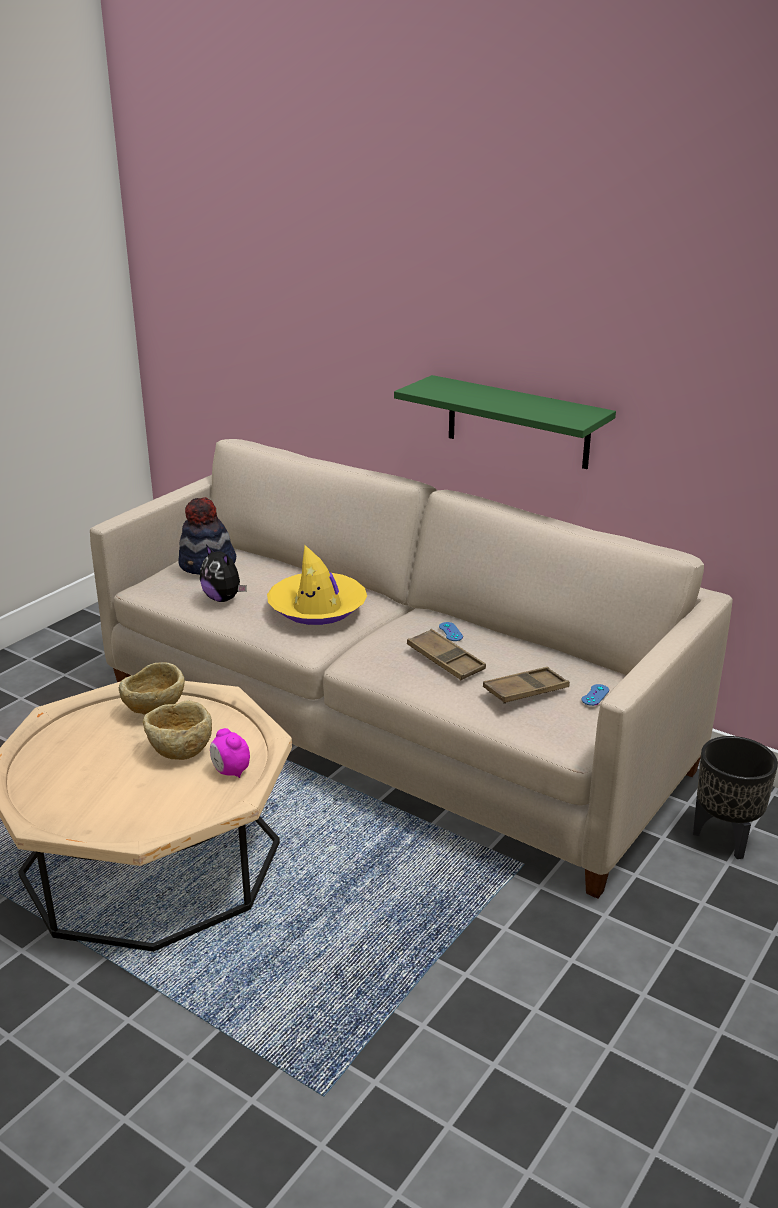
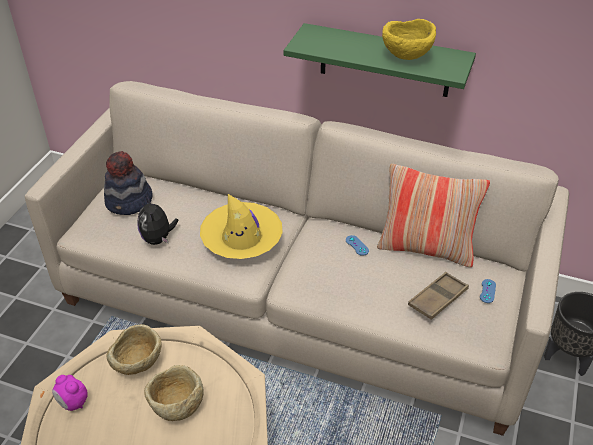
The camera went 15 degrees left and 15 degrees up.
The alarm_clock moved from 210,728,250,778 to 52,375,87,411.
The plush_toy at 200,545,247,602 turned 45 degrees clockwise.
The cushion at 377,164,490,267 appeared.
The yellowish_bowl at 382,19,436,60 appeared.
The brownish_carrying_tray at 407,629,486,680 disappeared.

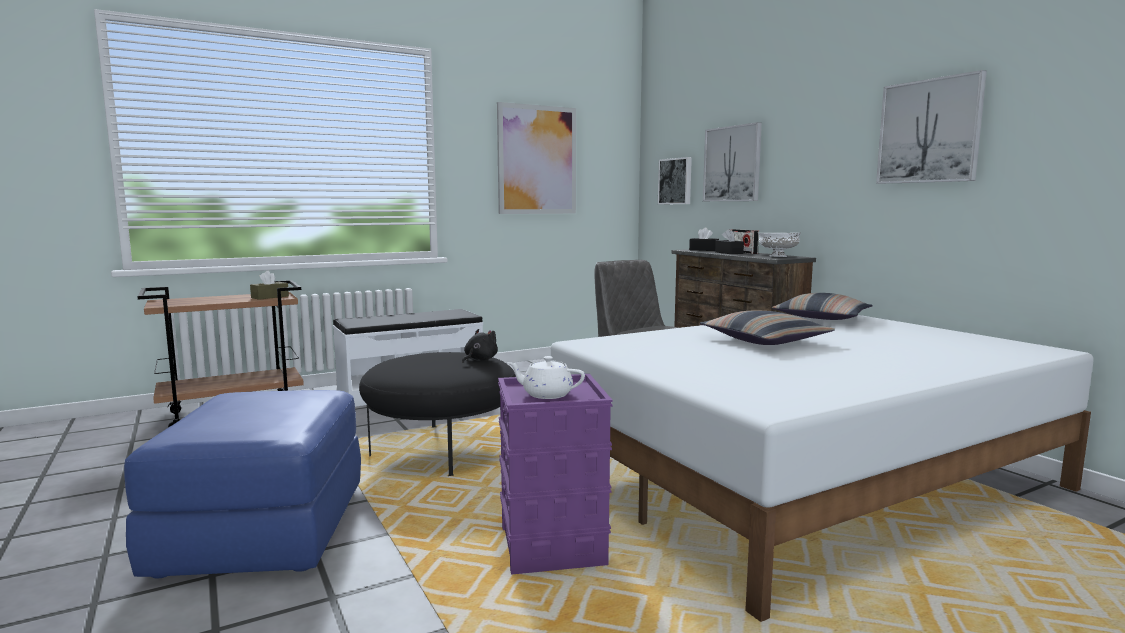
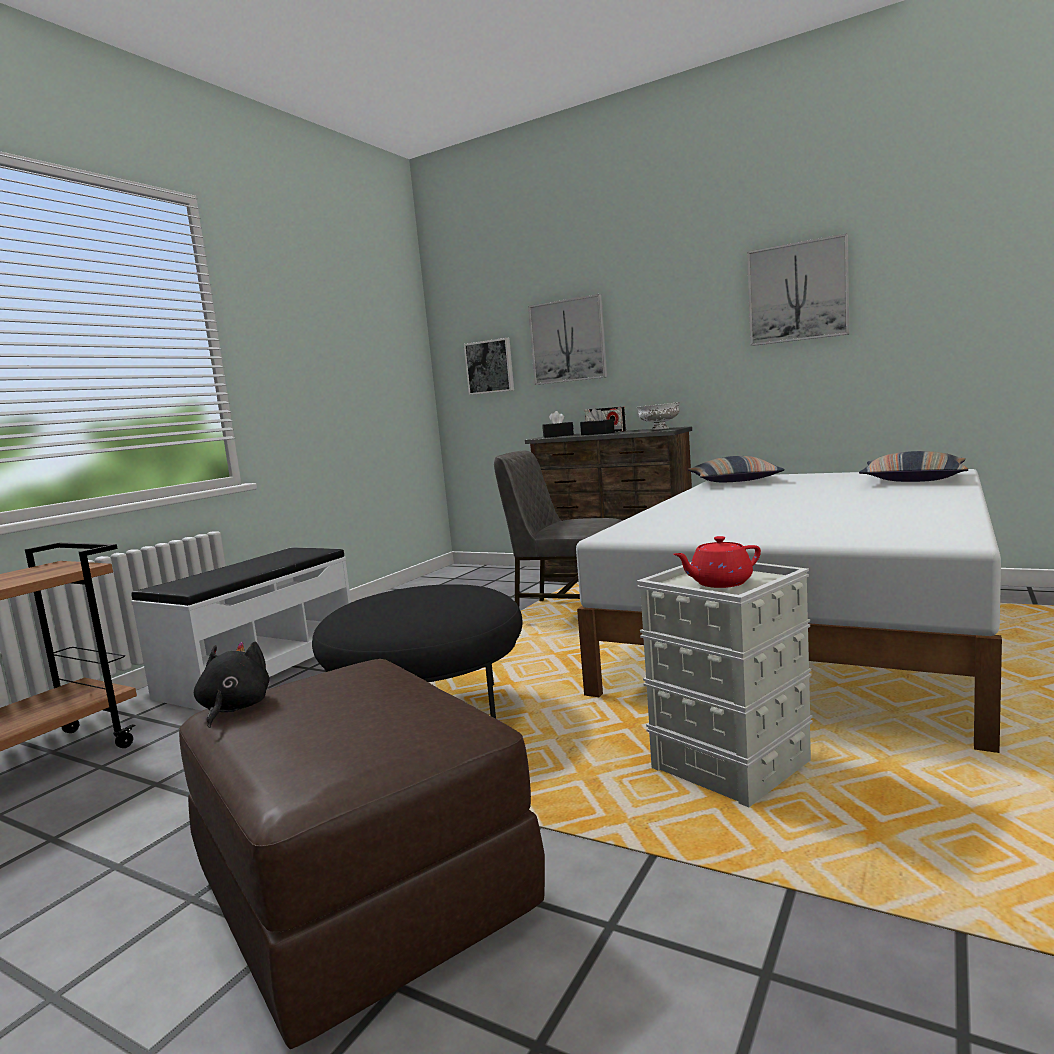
The camera went 30 degrees left and 0 degrees up.
The blue-coloured_pouffe at 124,390,361,578 became the brownish_pouffe at 179,659,545,1049.
The blackish_plush_toy moved from 462,329,498,363 to 194,641,270,728.
The purple-coloured_storage_box at 498,374,613,575 became the grey_storage_box at 637,562,813,807.
The white_teapot at 507,356,585,399 became the red-coloured_teapot at 673,536,761,588.
The cushion moved from 699,311,835,345 to 859,451,968,482.
The brownish_box_of_tissues at 250,271,289,300 disappeared.
The wall_art at 497,102,576,214 disappeared.

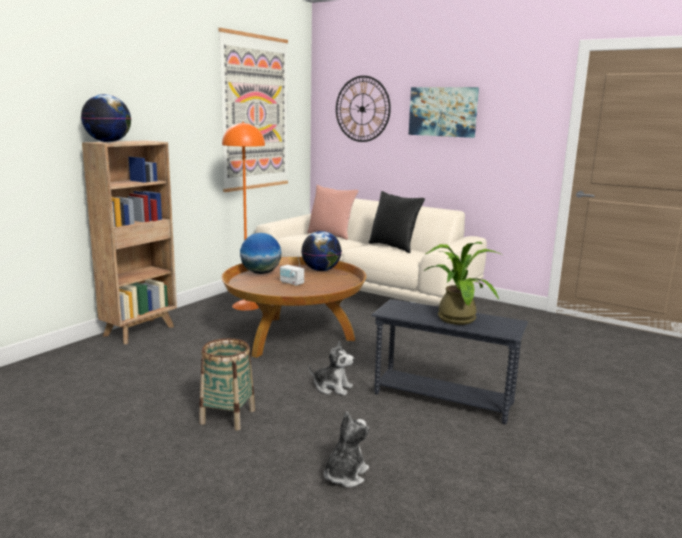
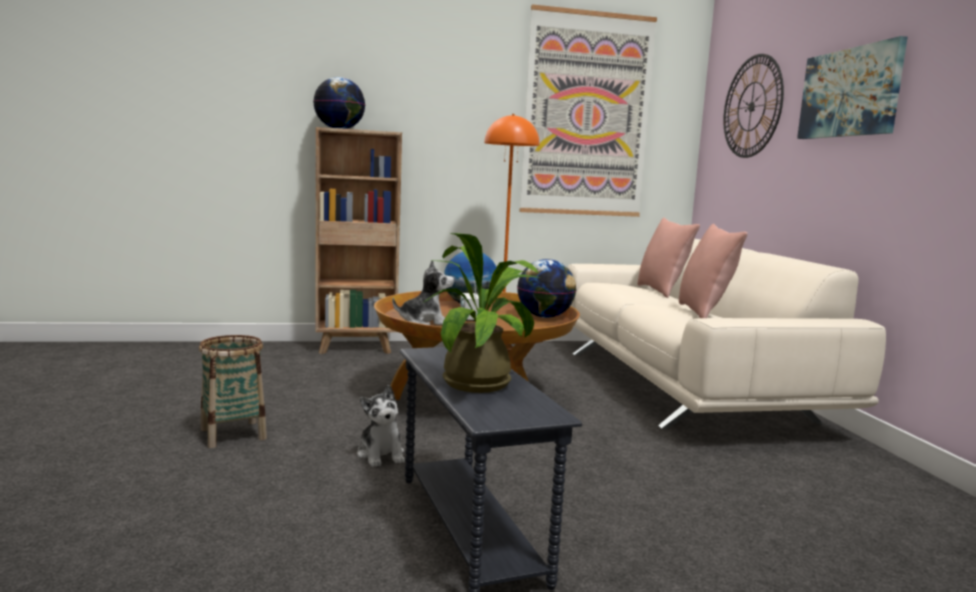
The camera went 45 degrees right and 5 degrees down.
The plush_toy moved from 324,412,370,487 to 392,261,454,325.
The blackish_cushion at 369,191,425,253 became the pink_cushion at 679,224,748,318.

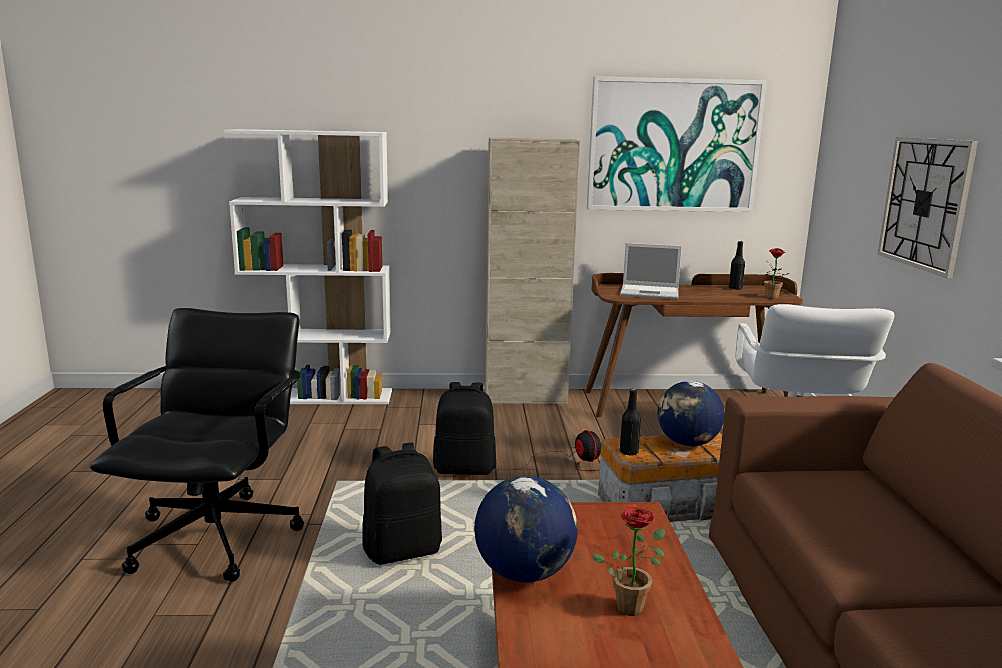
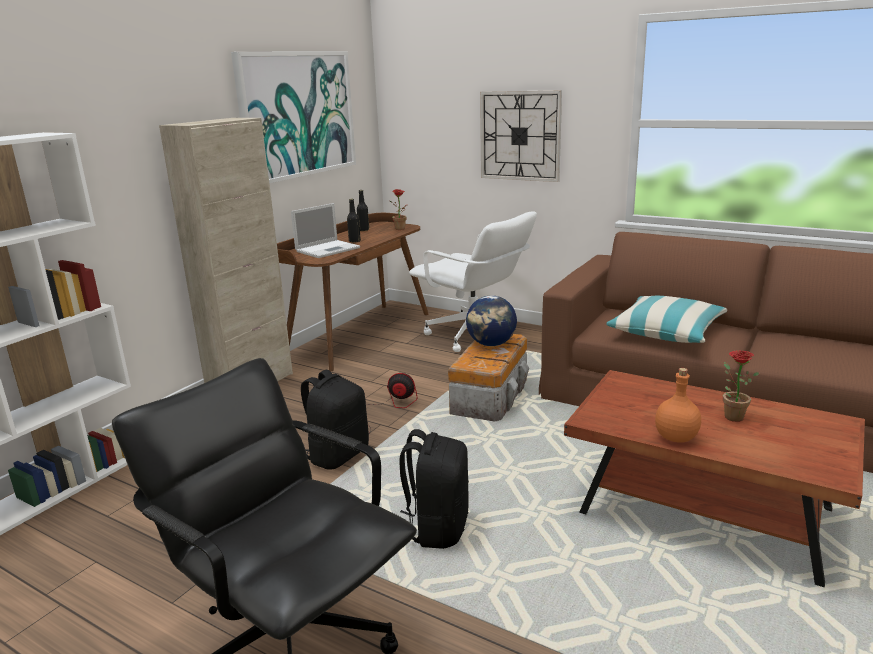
The camera went 55 degrees left and 5 degrees up.
The blackish_bottle moved from 620,388,641,456 to 347,199,361,242.
The cushion at 606,296,727,343 appeared.
The world_globe at 474,476,577,583 was replaced by the orange-coloured_bottle at 655,368,701,443.

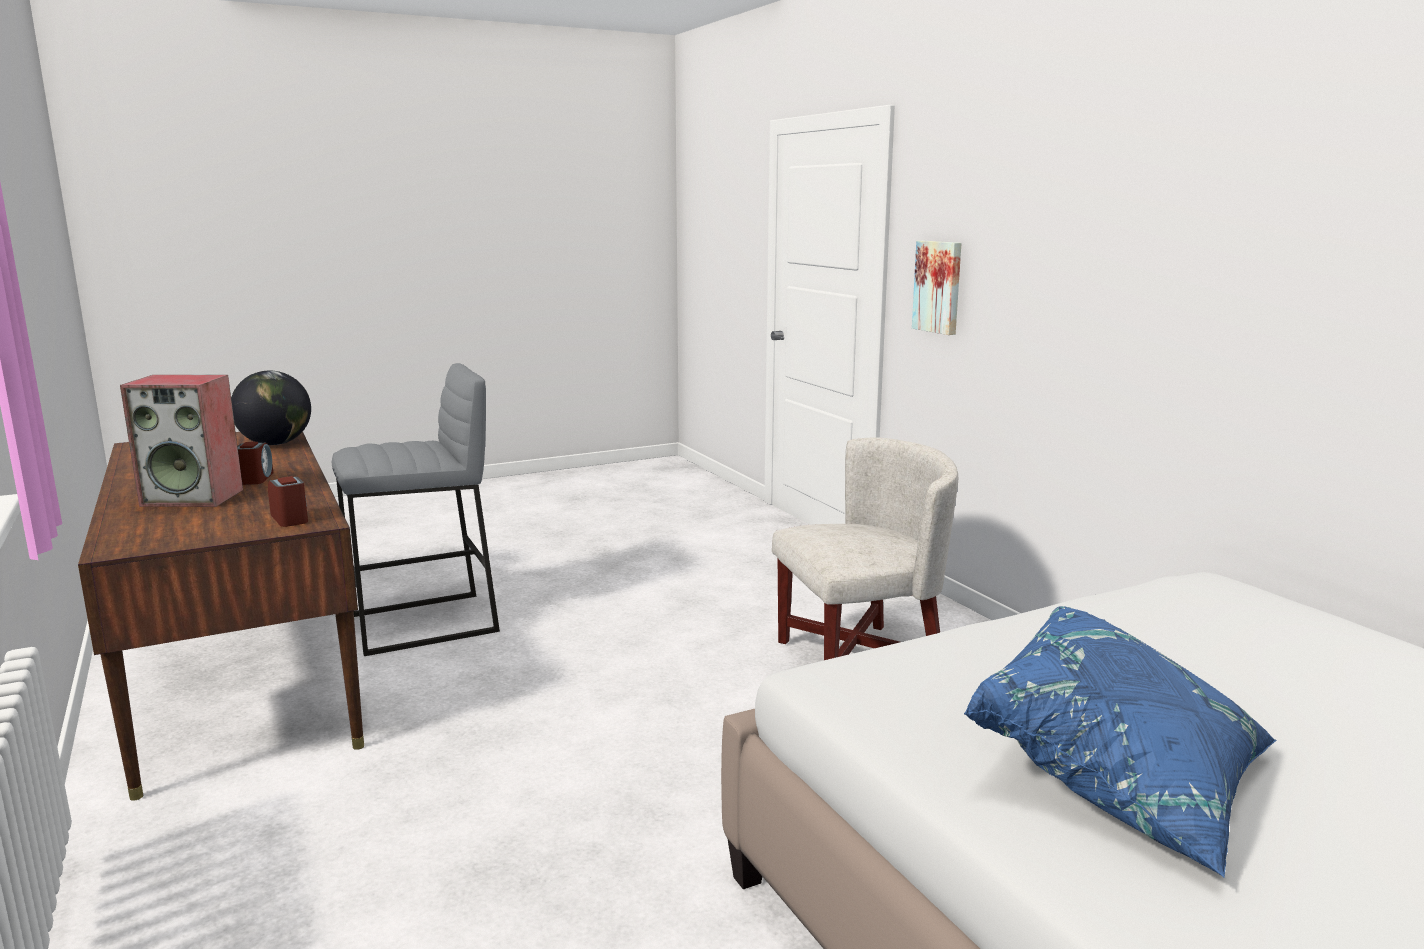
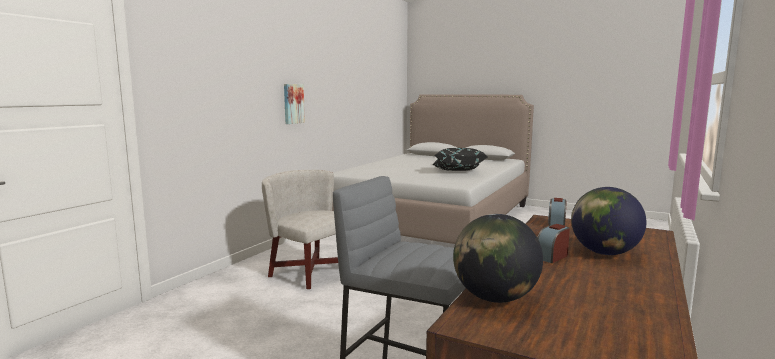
The camera went 125 degrees left and 5 degrees down.
The wall_art moved from 912,241,961,335 to 284,84,305,124.
The blue-coloured_cushion at 964,606,1276,878 became the blackish_cushion at 432,148,488,171.
The loudspeaker at 120,375,243,507 was replaced by the world_globe at 571,187,646,255.

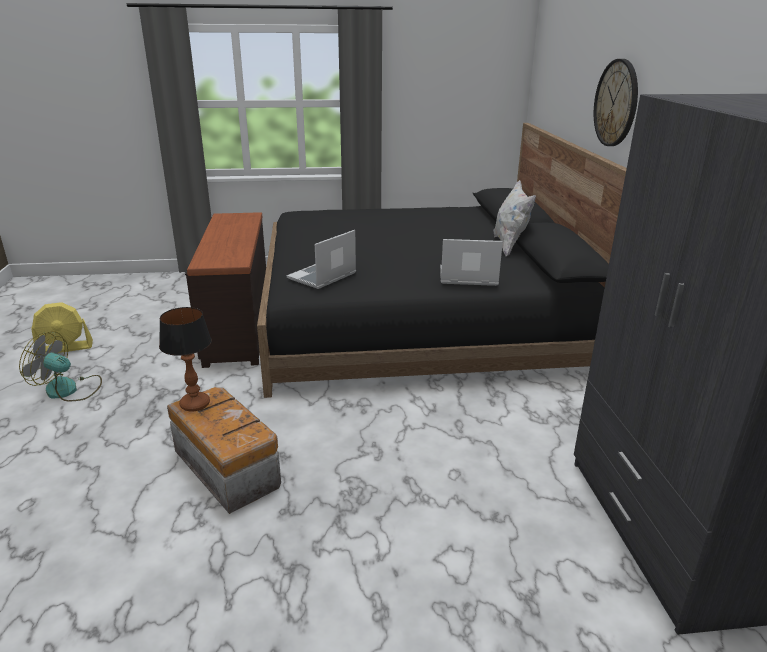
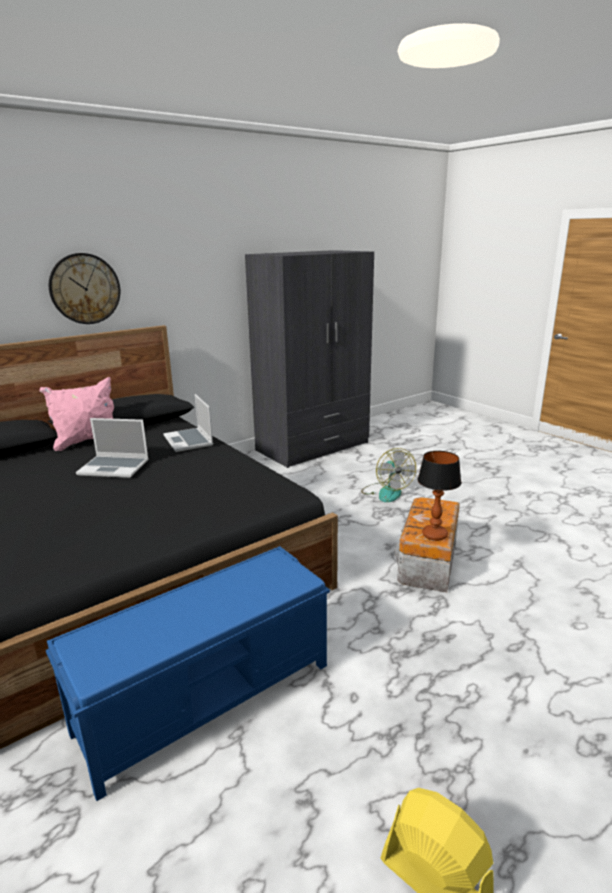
The camera went 120 degrees left and 5 degrees down.
The white_cushion at 493,180,536,256 became the pink_cushion at 40,377,114,451.
The brownish_dresser at 185,212,266,368 was replaced by the blue-coloured_bench at 46,546,330,801.
The notebook_computer moved from 287,230,356,289 to 76,418,149,478.
The fan moved from 19,331,102,402 to 361,448,416,502.

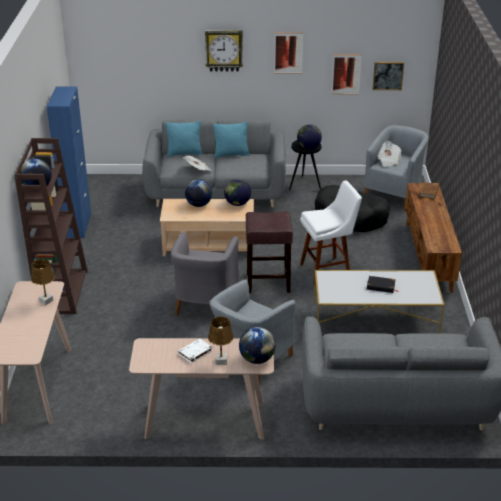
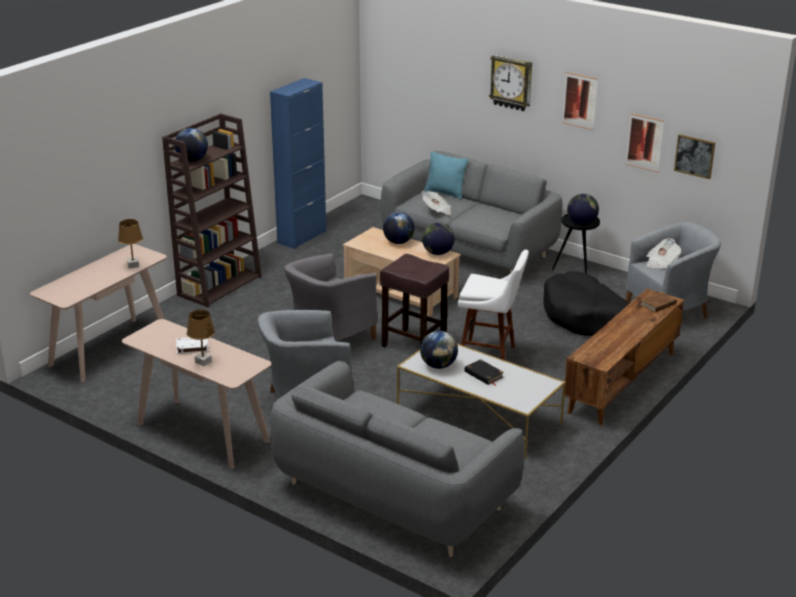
The camera went 35 degrees right and 5 degrees down.
The world_globe moved from 239,327,276,364 to 420,331,458,369.
The blue-green_cushion at 213,122,250,158 disappeared.

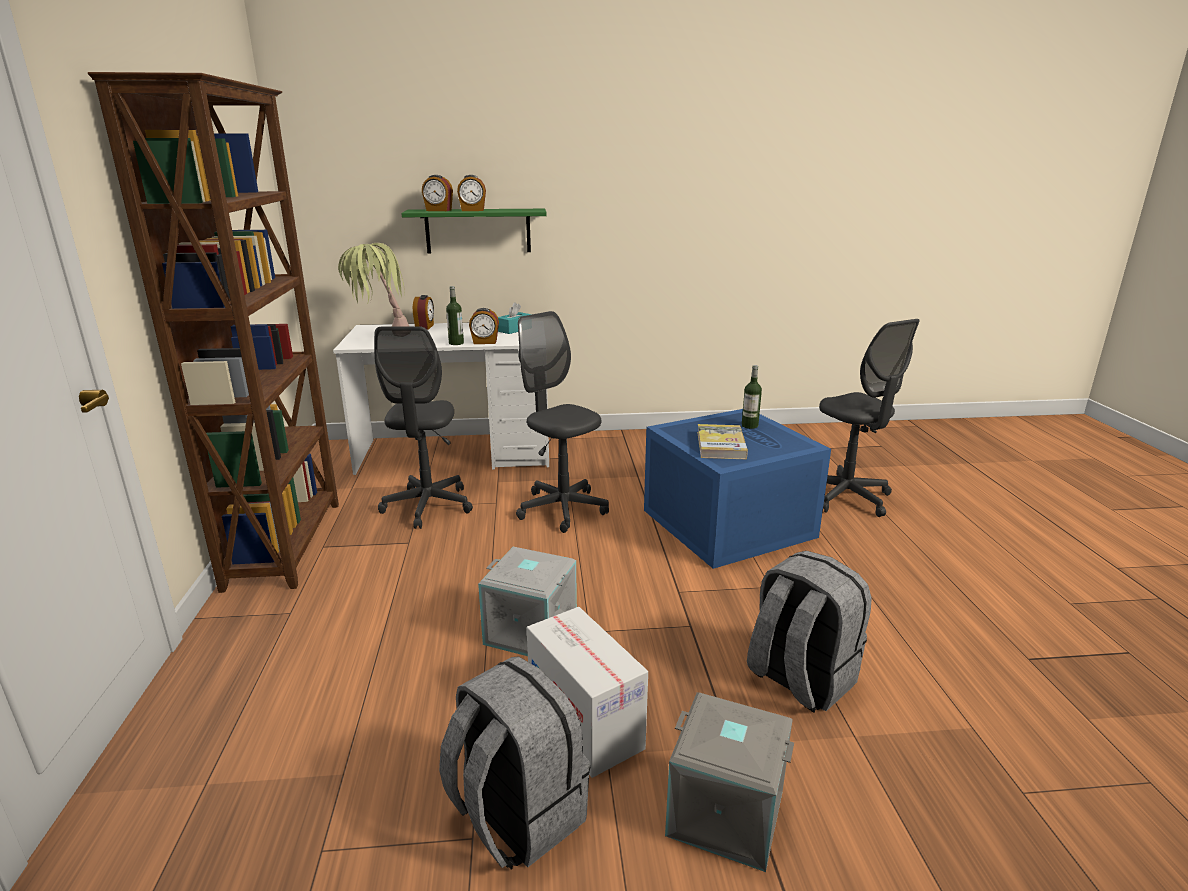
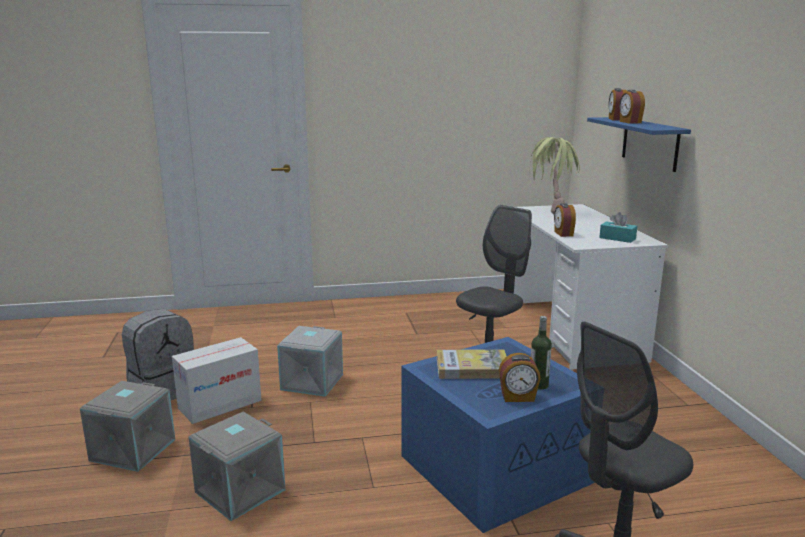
The camera went 85 degrees right and 5 degrees down.
The grey_knapsack at 747,551,872,712 was replaced by the grey_storage_box at 189,411,285,521.
The alarm_clock moved from 413,295,434,330 to 499,353,541,402.
The greenish_shelf at 401,209,547,254 became the blue-coloured_shelf at 587,117,691,172.
The brownish_bookcase at 88,72,339,593 disappeared.
The grey_office_chair at 374,326,473,529 disappeared.
The bottle at 446,286,464,345 disappeared.

